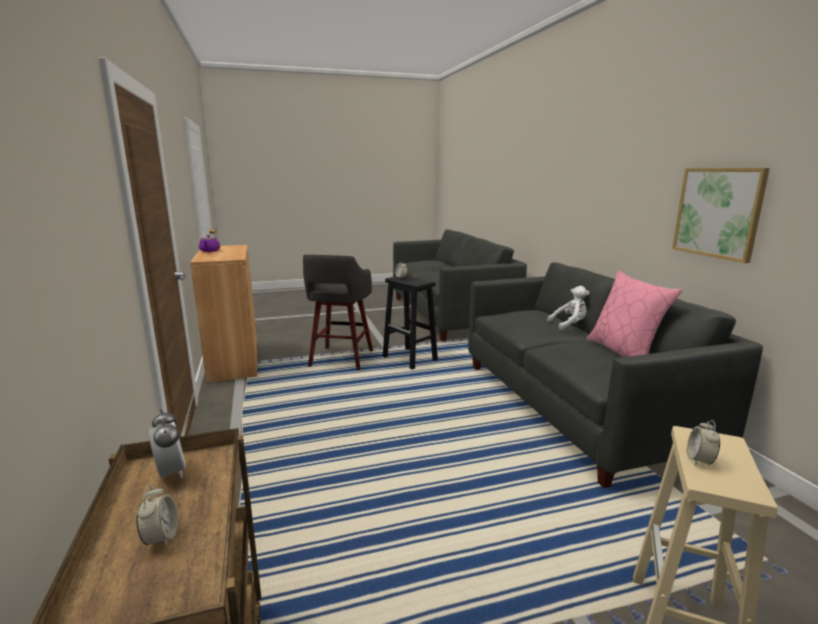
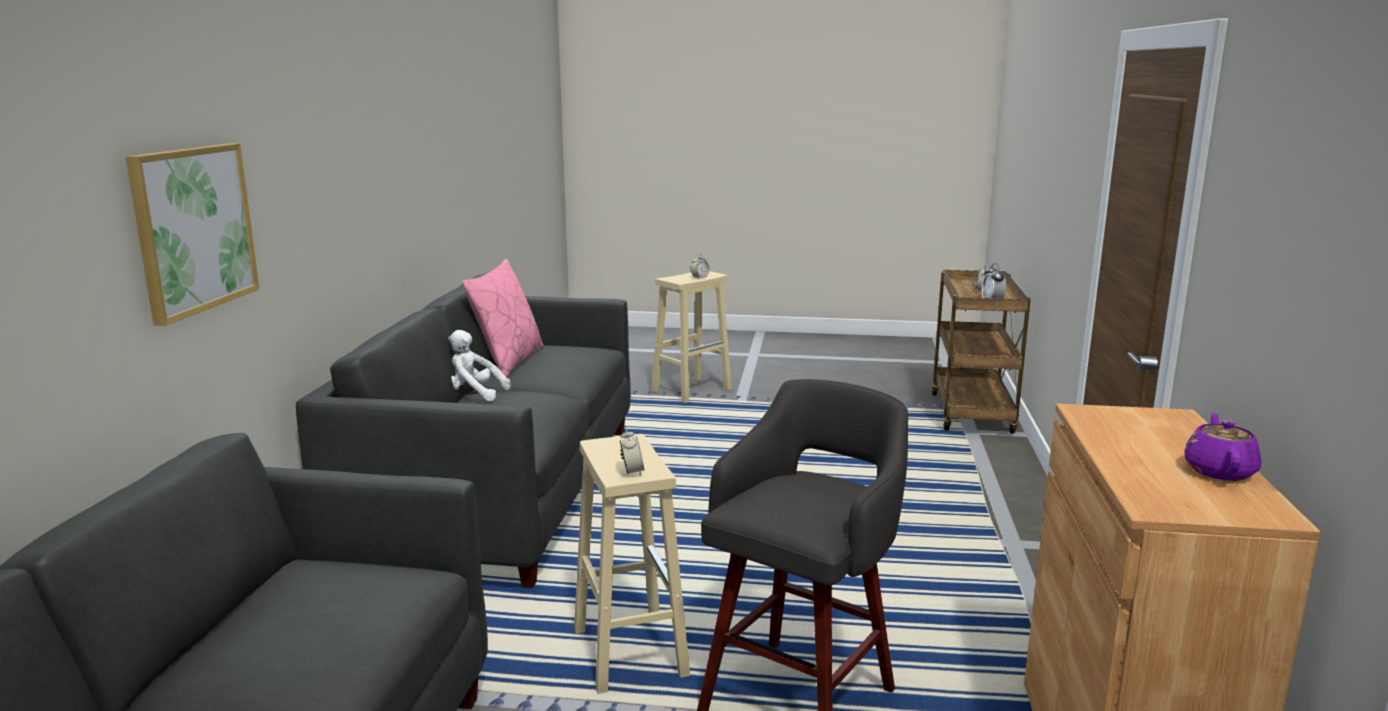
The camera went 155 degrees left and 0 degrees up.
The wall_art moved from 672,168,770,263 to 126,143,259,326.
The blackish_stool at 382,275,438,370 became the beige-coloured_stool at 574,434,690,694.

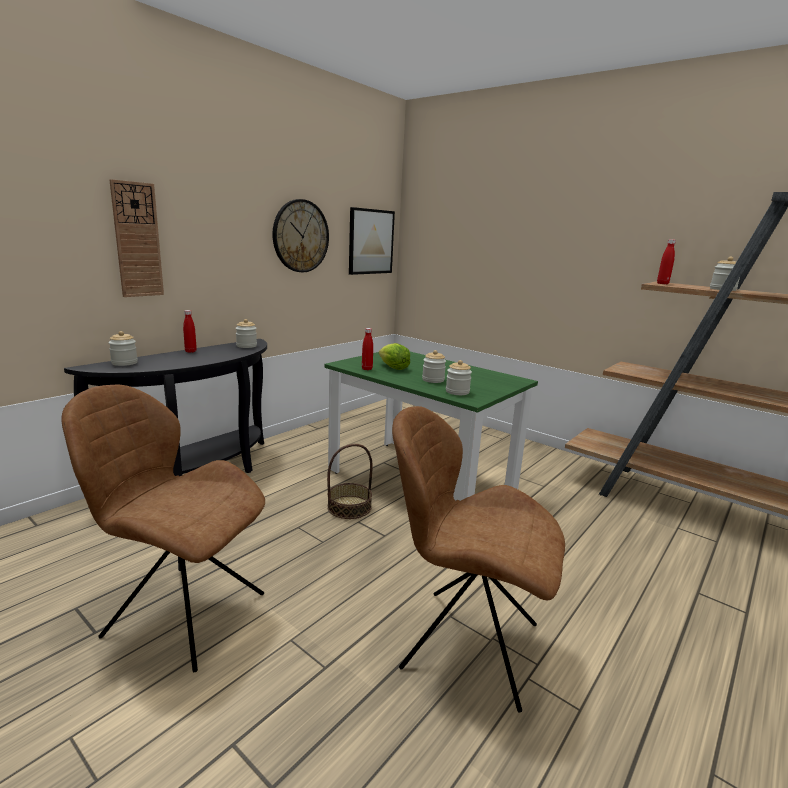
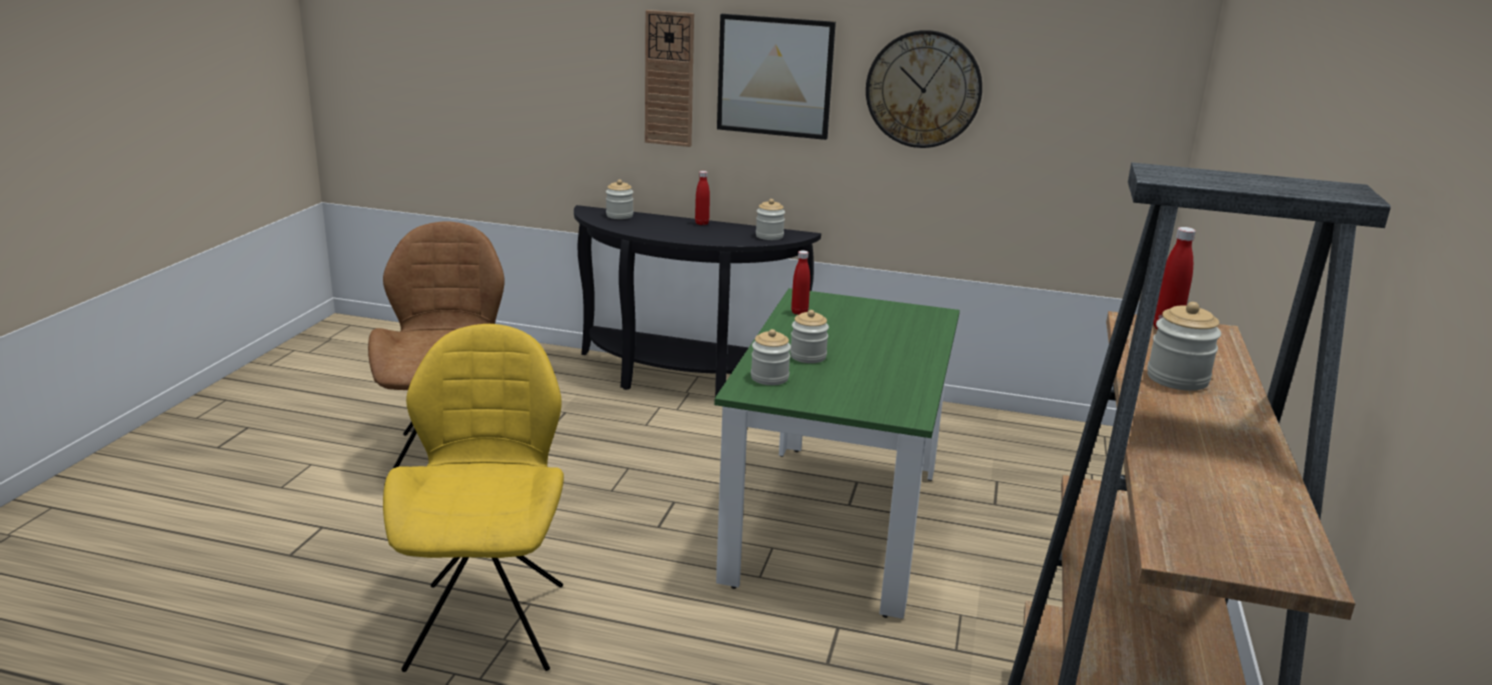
The camera went 65 degrees right and 5 degrees up.
The brownish_plain_chair at 392,406,565,713 became the yellowish_plain_chair at 383,324,564,672.
The wall_art moved from 349,207,395,275 to 717,14,836,140.
The household_basket at 327,444,373,519 disappeared.
The head_of_lettuce at 379,343,410,370 disappeared.

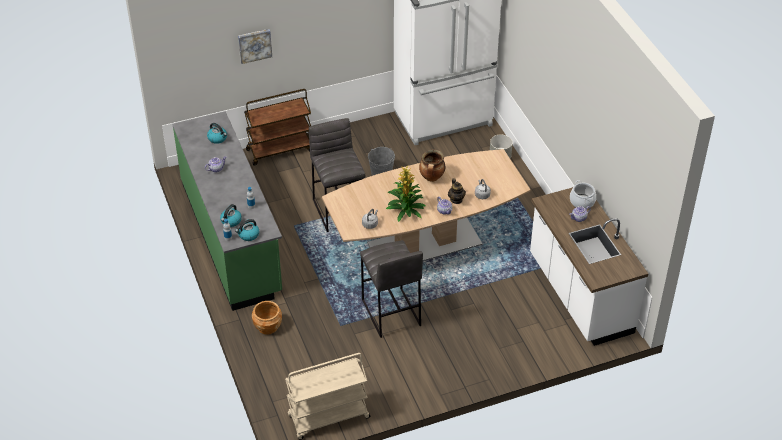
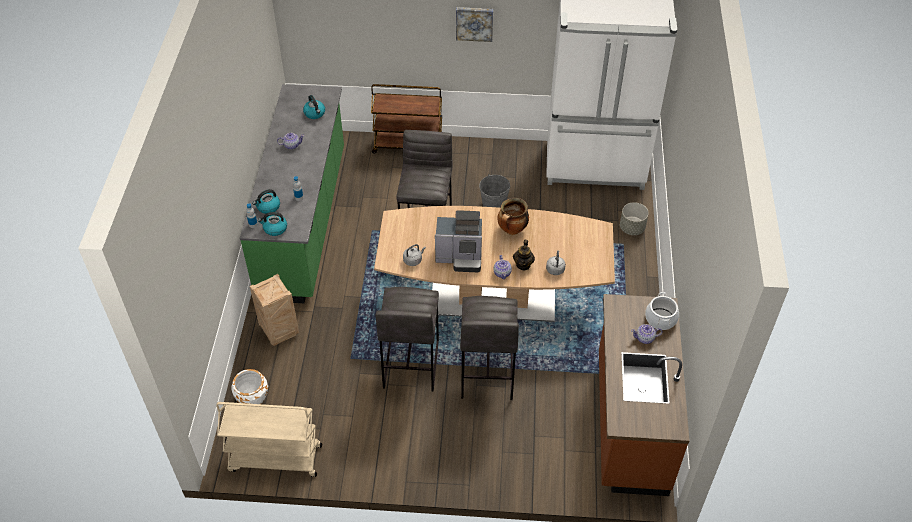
The camera went 25 degrees right and 5 degrees up.
The white_plant_pot at 231,369,269,404 appeared.
The brownish_plant_pot at 252,301,282,335 was replaced by the shipping_crate at 250,274,299,346.
The potted_plant at 386,166,426,222 was replaced by the coffee_brewer at 435,210,482,272.
The wall_art moved from 238,29,272,64 to 456,7,493,42.
The grey_stool at 460,296,519,400 appeared.
The white_counter at 530,187,648,346 became the brownish_counter at 599,294,690,496.

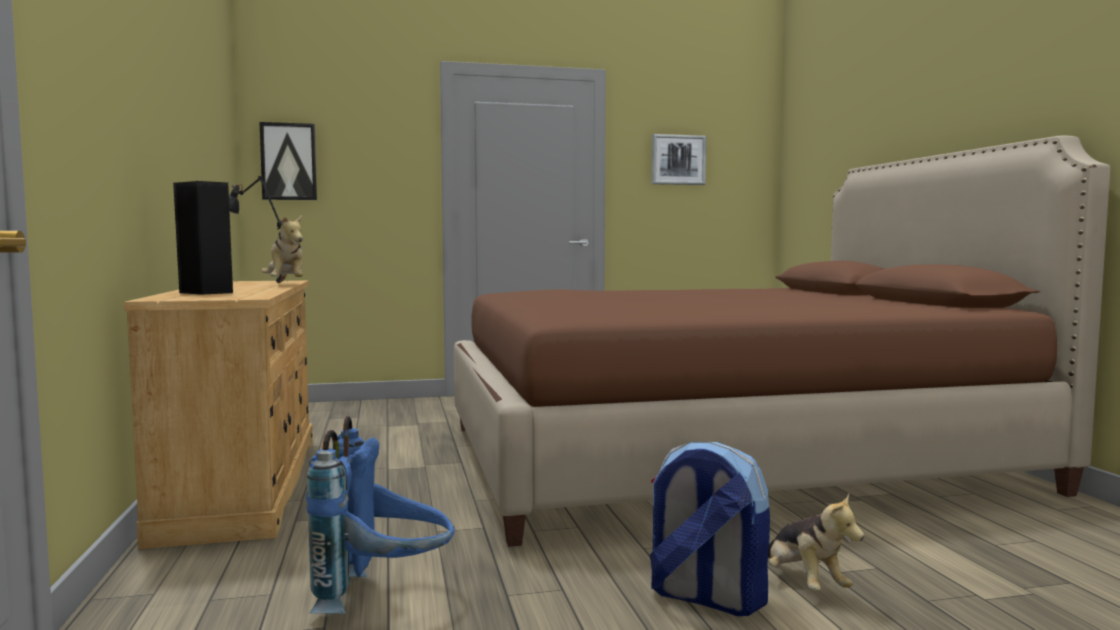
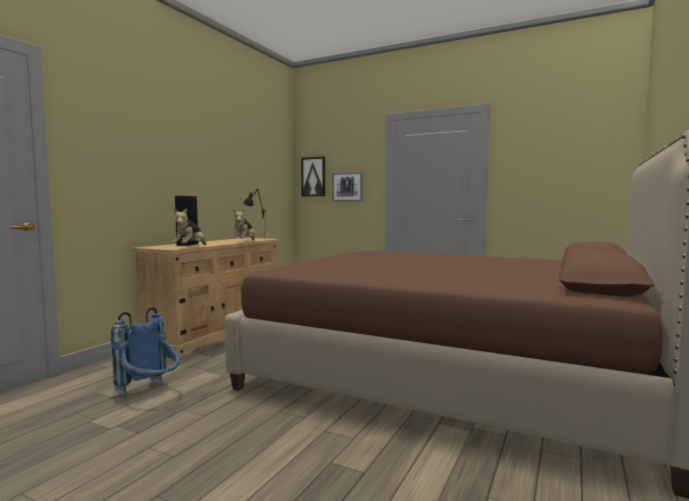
The camera went 40 degrees right and 0 degrees up.
The plush_toy moved from 768,493,864,591 to 172,209,206,245.
The wall_art moved from 652,134,706,185 to 332,172,363,202.
The knapsack at 649,441,770,616 disappeared.

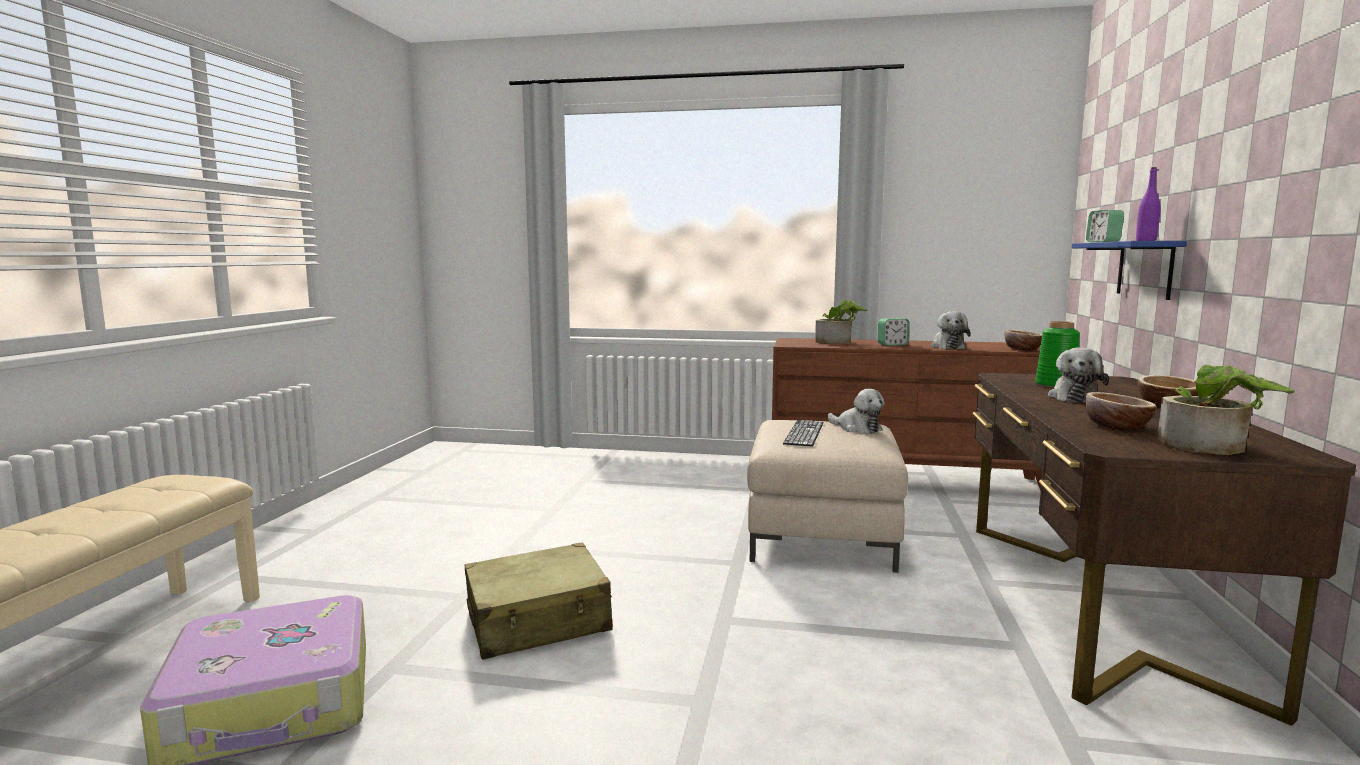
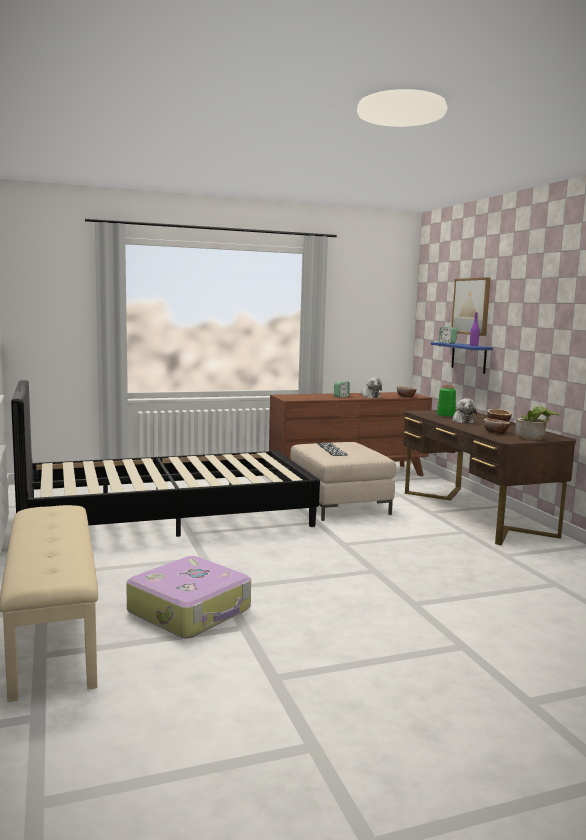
The camera went 30 degrees left and 0 degrees up.
The blackish_bedroom_bed at 11,380,320,537 appeared.
The wall_art at 451,277,491,336 appeared.
The beige-coloured_travel_case at 465,543,613,660 disappeared.
The potted_plant at 815,300,868,344 disappeared.
The plush_toy at 828,389,885,434 disappeared.

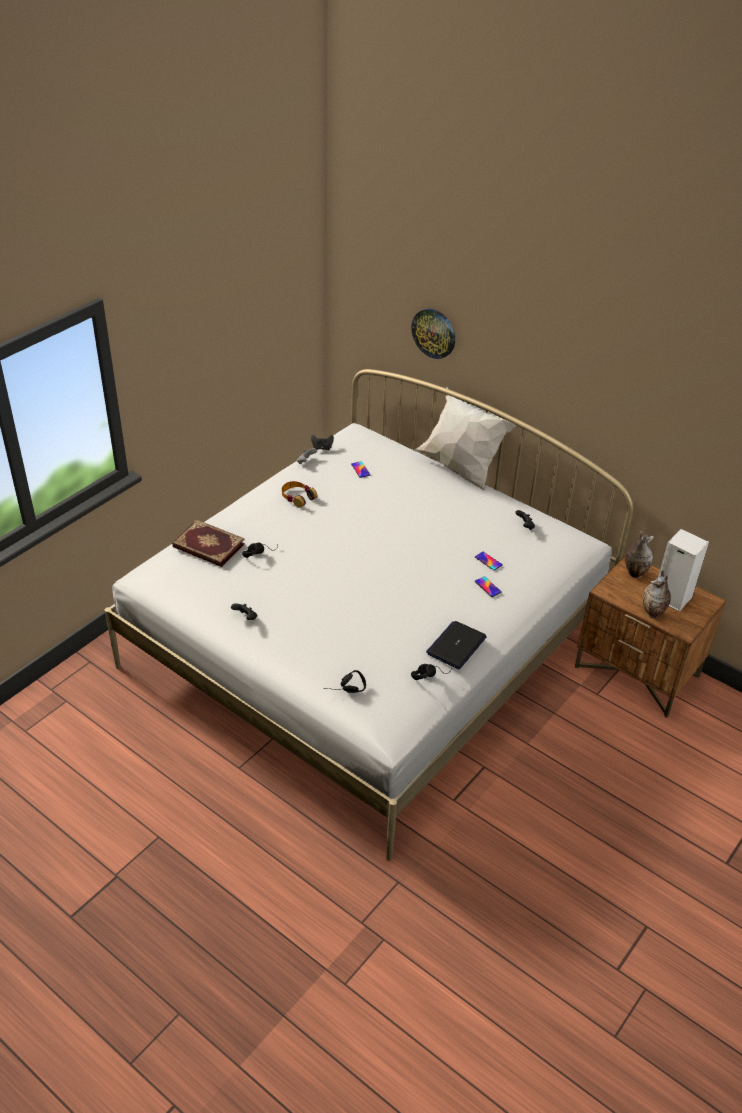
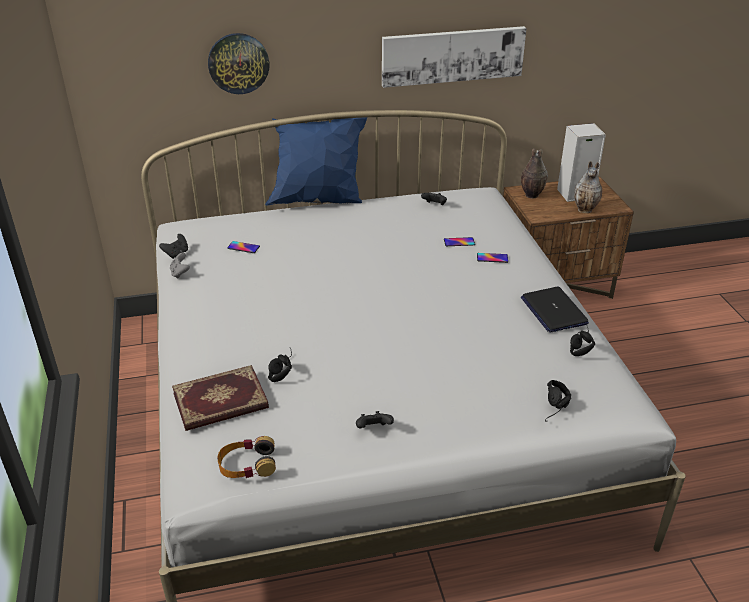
The camera went 50 degrees left and 5 degrees down.
The headphones moved from 282,481,317,508 to 217,436,276,478.
The white_cushion at 415,387,516,491 became the blue-coloured_cushion at 265,117,367,206.
The wall_art at 382,26,527,88 appeared.

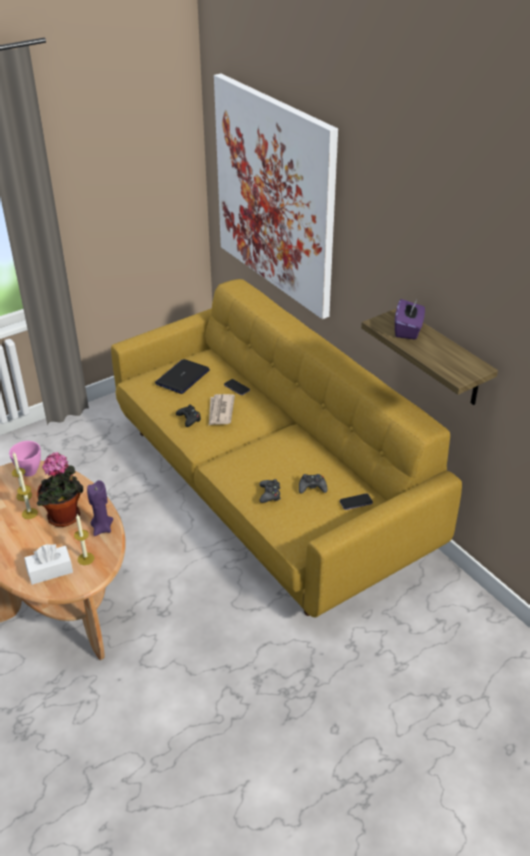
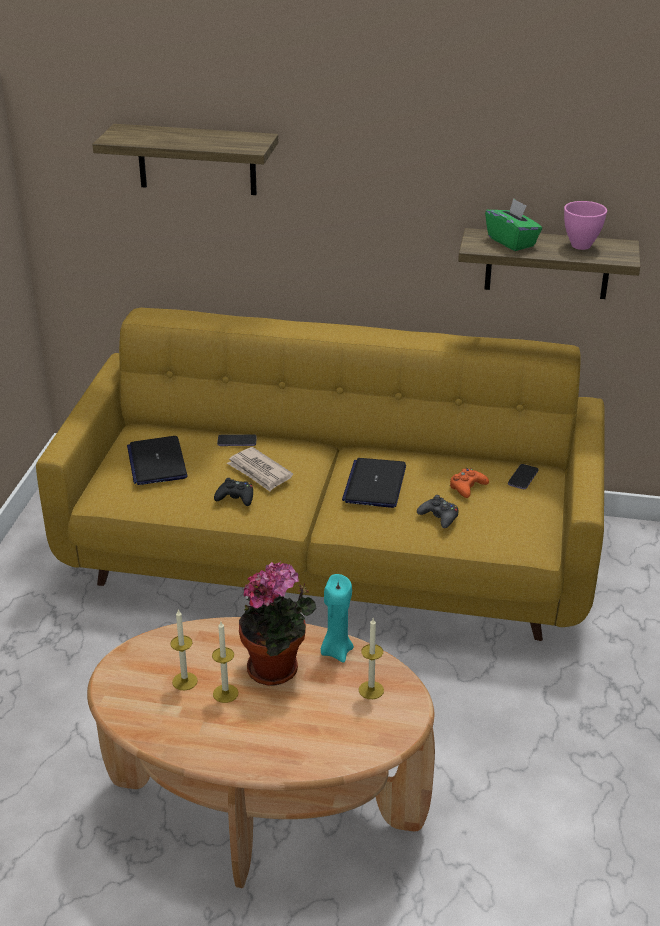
The camera went 45 degrees left and 5 degrees down.
The wall_art at 214,74,338,319 was replaced by the shelf at 92,124,278,195.
The purple-coloured_wax_candle at 87,480,113,536 became the blue-green_wax_candle at 321,574,354,663.
The notebook_computer at 342,458,406,508 appeared.
The blackish_gamepad at 299,474,328,494 became the orange-coloured_gamepad at 450,468,489,498.
The purple-coloured_box_of_tissues at 395,299,425,339 became the greenish_box_of_tissues at 485,198,542,251.
The pink_bowl moved from 9,441,41,477 to 564,201,607,250.
The white_box_of_tissues at 24,544,73,585 disappeared.

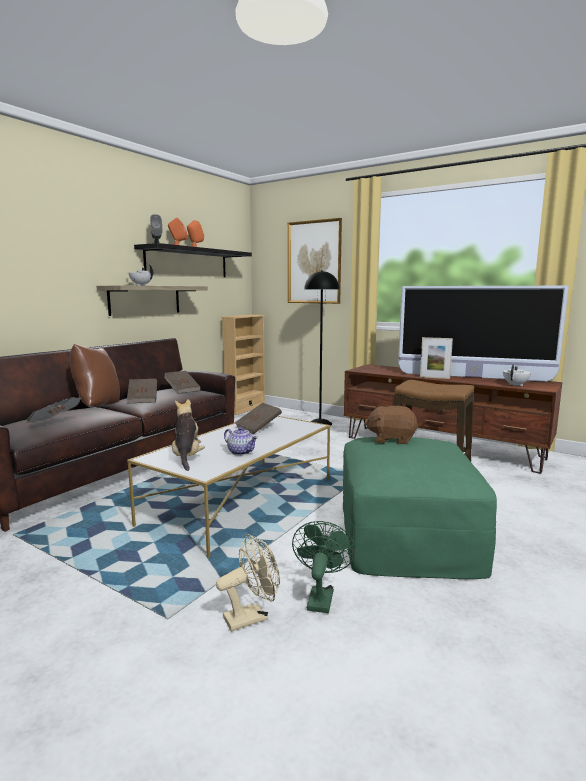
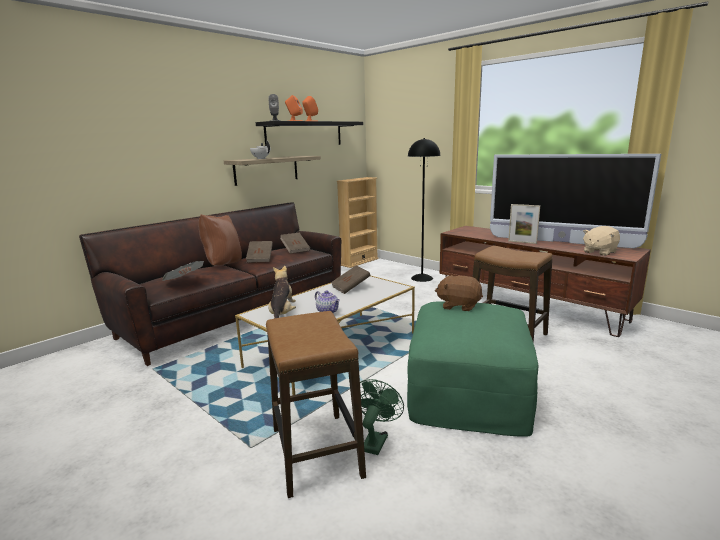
The camera went 10 degrees right and 5 degrees up.
The beige-coloured_fan at 216,534,280,632 was replaced by the stool at 266,311,366,498.
The white_teapot at 503,364,531,386 was replaced by the beige-coloured_plush_toy at 583,226,620,256.
The wall_art at 288,218,342,304 disappeared.

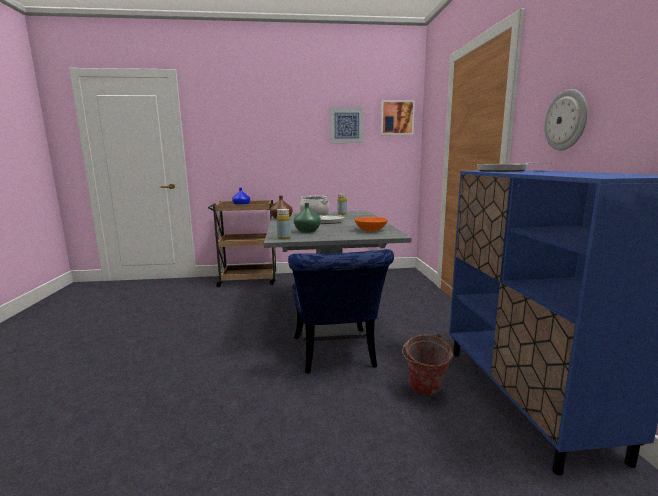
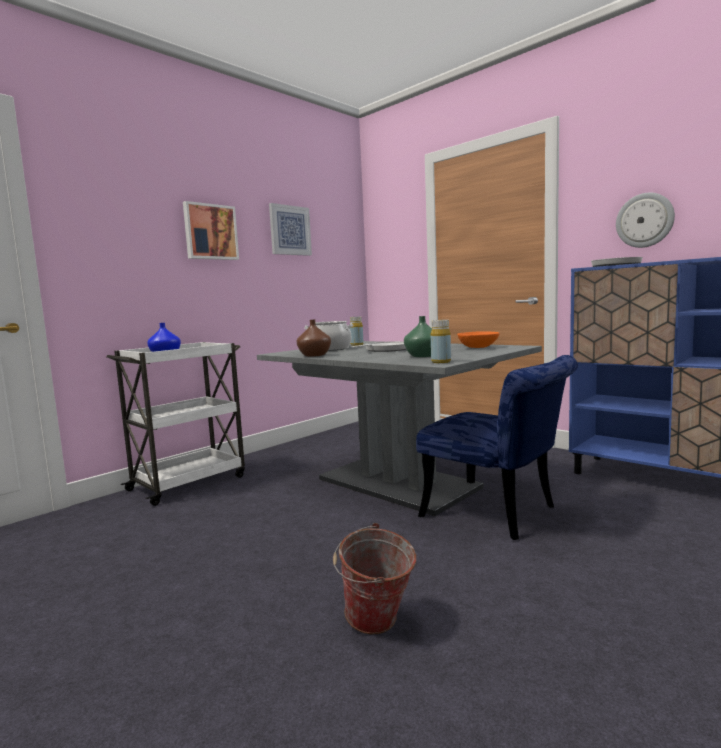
The camera went 40 degrees left and 5 degrees down.
The brownish_trolley at 208,200,277,287 became the white_trolley at 106,342,245,506.
The wall_art moved from 380,100,415,135 to 183,201,239,260.
The bucket moved from 402,334,453,396 to 333,523,416,635.

